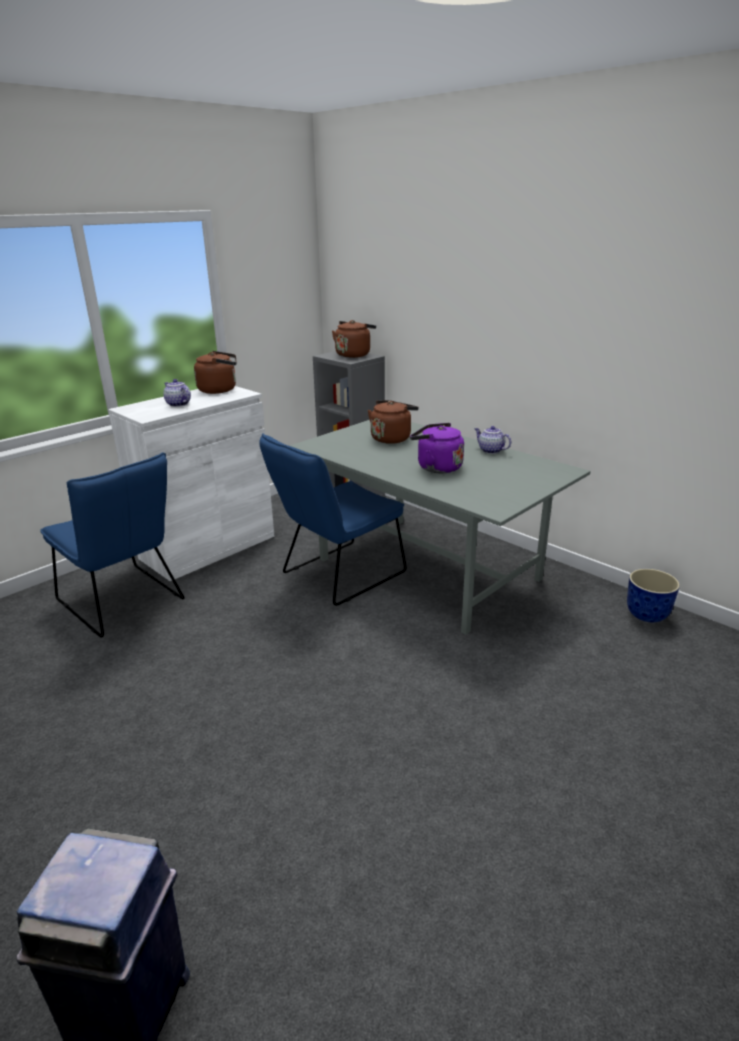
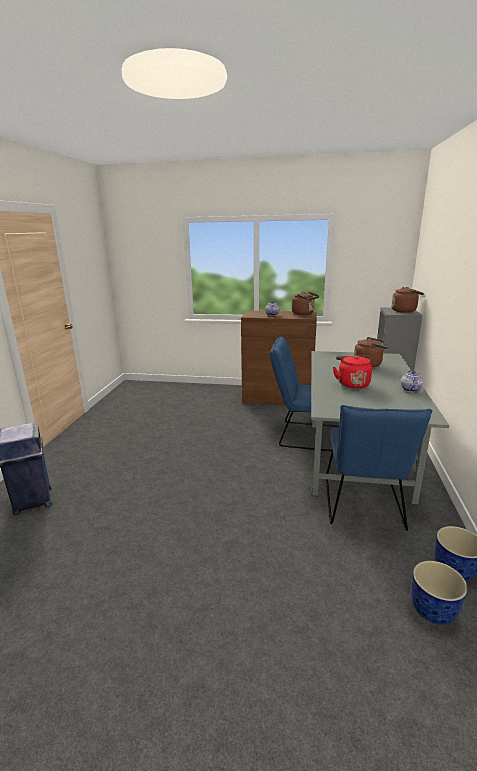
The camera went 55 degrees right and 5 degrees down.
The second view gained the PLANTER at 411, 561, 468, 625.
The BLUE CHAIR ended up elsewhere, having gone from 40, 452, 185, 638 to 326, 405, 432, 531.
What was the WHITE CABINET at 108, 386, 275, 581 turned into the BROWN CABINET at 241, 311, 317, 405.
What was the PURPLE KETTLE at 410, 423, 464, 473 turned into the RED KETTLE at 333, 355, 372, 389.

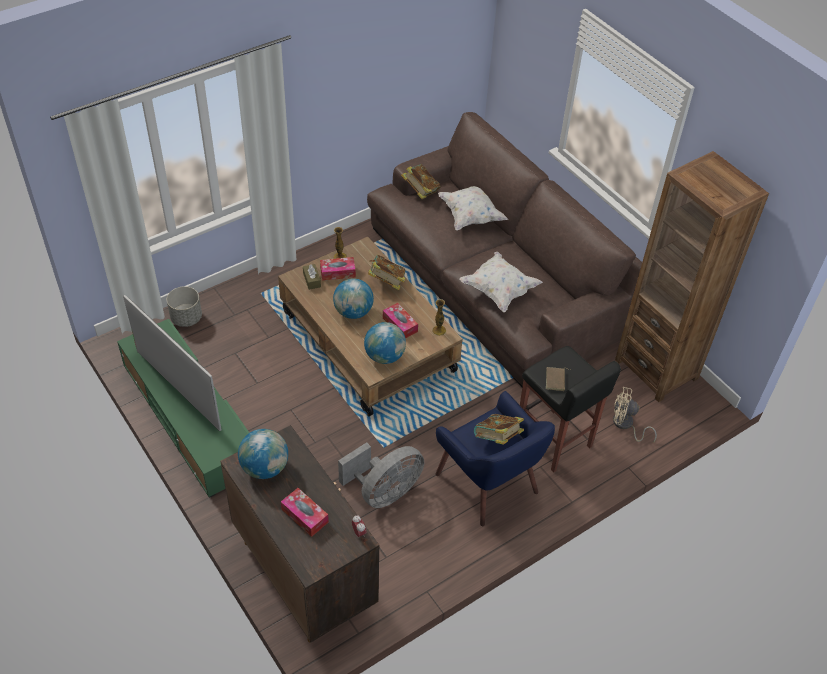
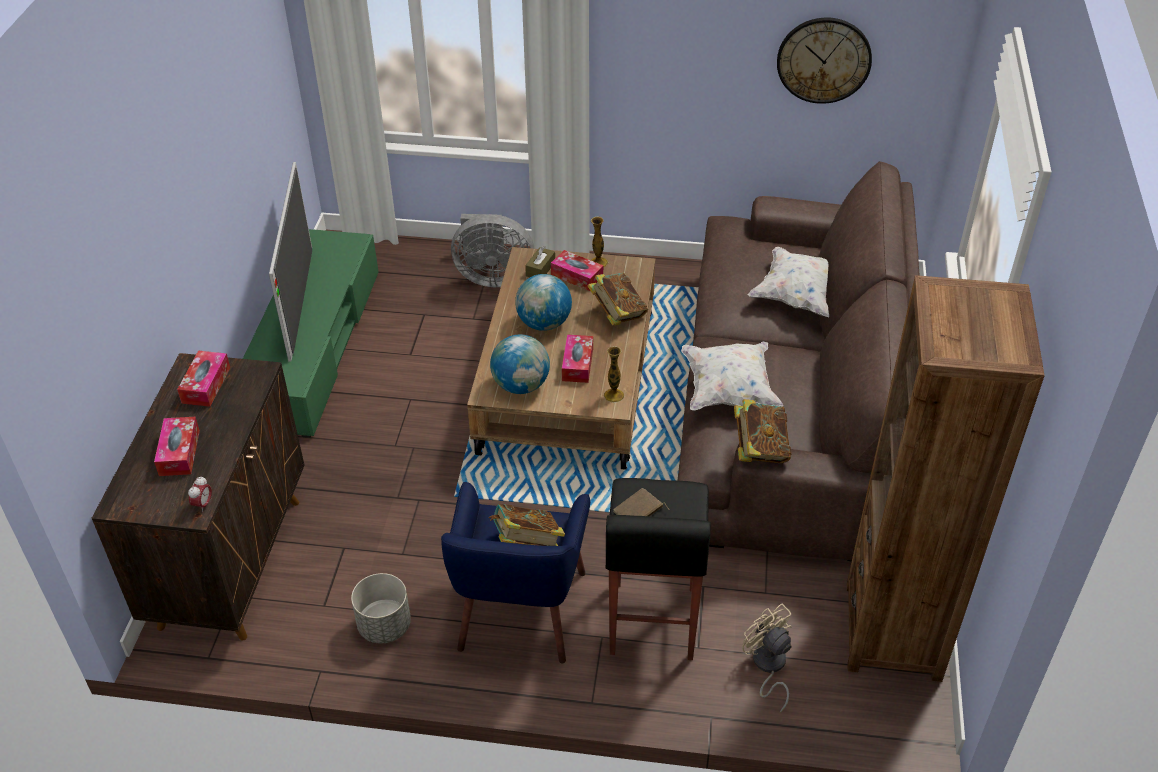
The camera went 45 degrees right and 5 degrees down.
The second view gained the WALL CLOCK at 777, 18, 872, 104.
The GREY PLANTER ended up elsewhere, having gone from 167, 286, 202, 327 to 351, 573, 411, 643.
The GREY FAN ended up elsewhere, having gone from 338, 442, 424, 508 to 451, 214, 535, 287.
The BOOK ended up elsewhere, having gone from 401, 164, 441, 199 to 734, 399, 791, 463.
Where the GLOBE stood at 238, 429, 288, 479, the TISSUE BOX came to stand at 177, 351, 230, 407.

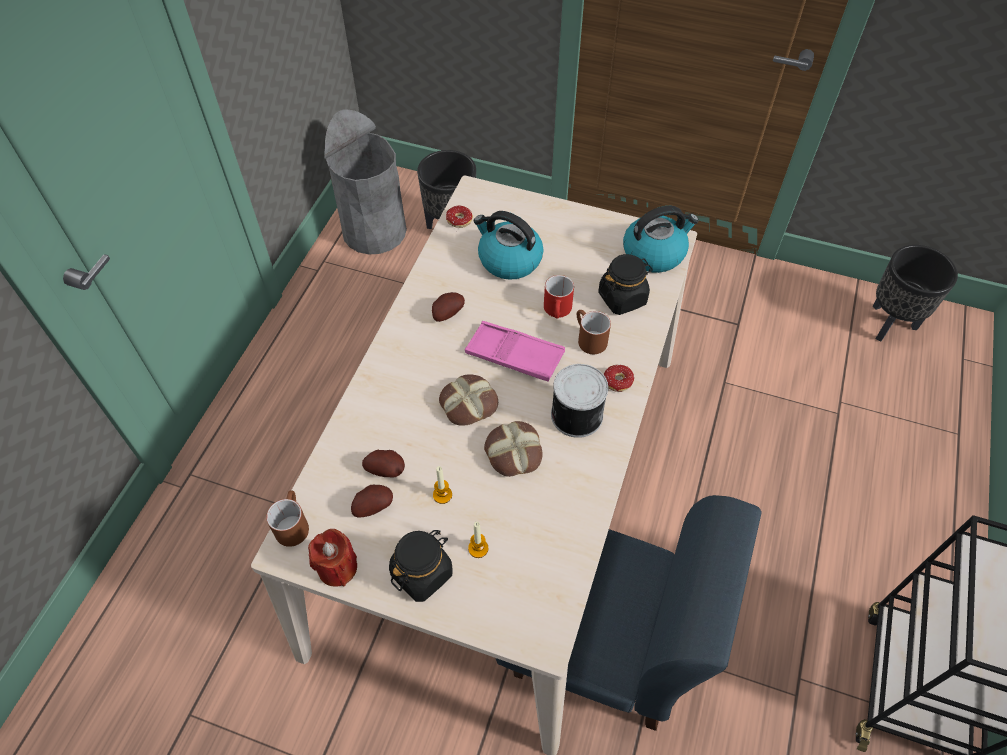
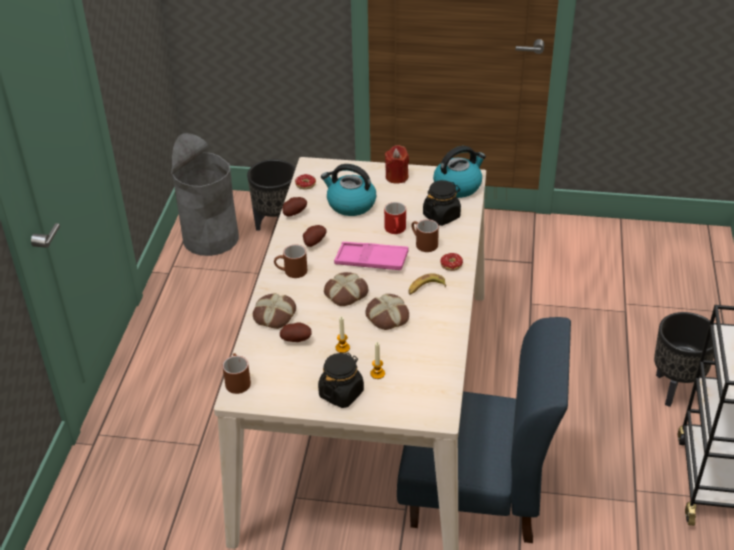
The camera went 10 degrees left and 15 degrees down.
The second view gained the BREAD at 253, 293, 296, 329.
The second view gained the BROWN MUG at 274, 244, 307, 278.
The RED CANDLE ended up elsewhere, having gone from 308, 529, 357, 587 to 385, 145, 409, 184.
The POTATO ended up elsewhere, having gone from 351, 485, 393, 518 to 282, 197, 307, 216.
The BLACK PLANTER ended up elsewhere, having gone from 873, 245, 958, 342 to 654, 312, 714, 407.
Where the CAN stood at 551, 364, 608, 438, the BANANA came to stand at 408, 273, 446, 295.

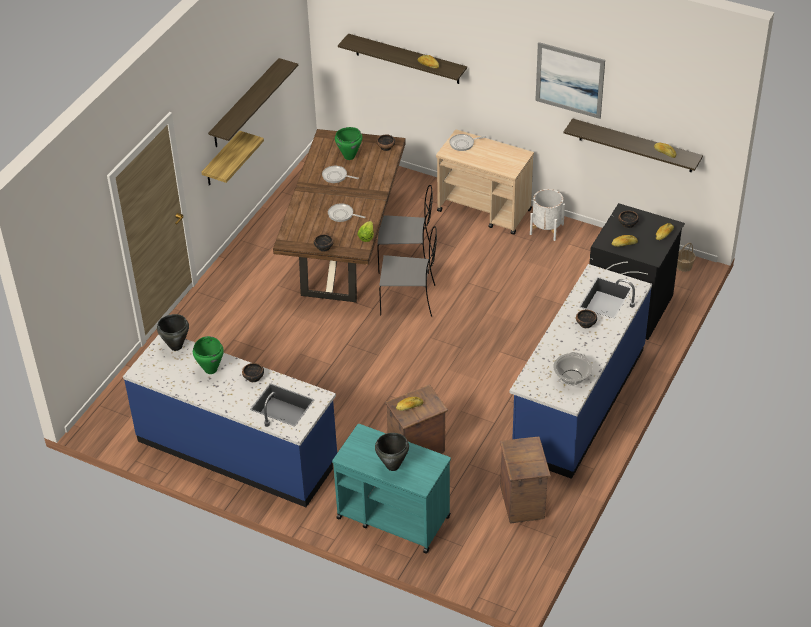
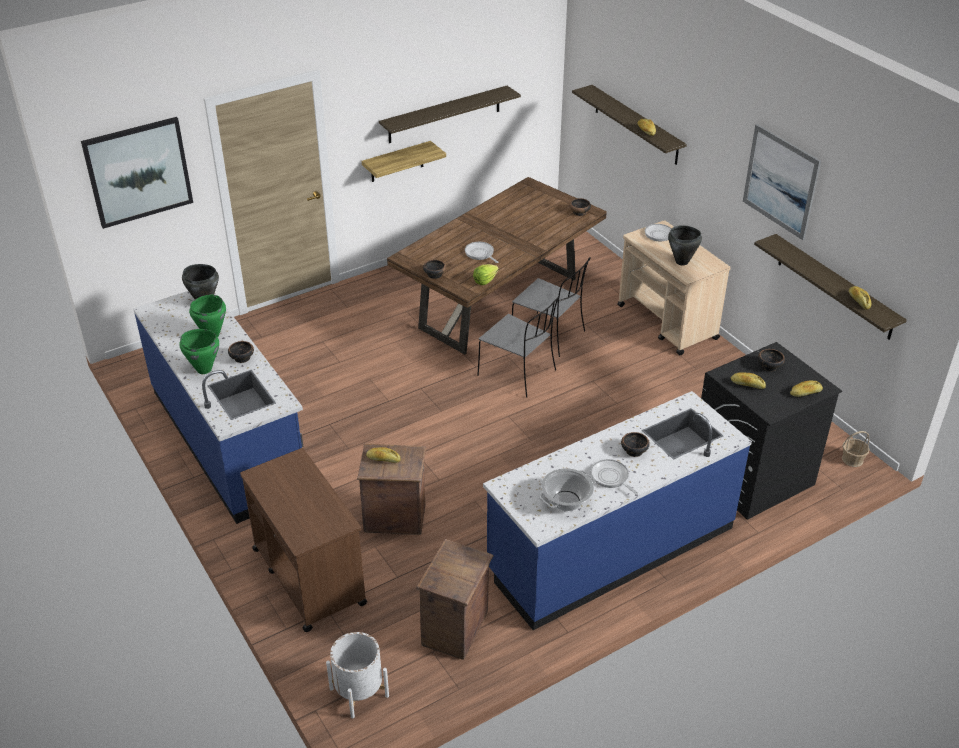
The camera went 30 degrees right and 5 degrees down.
The second view gained the PICTURE at 81, 117, 193, 229.
The FRYING PAN ended up elsewhere, having gone from 322, 166, 359, 183 to 591, 459, 638, 495.
The GREEN COOKING POT ended up elsewhere, having gone from 335, 127, 362, 160 to 179, 329, 219, 374.
The BLACK COOKING POT ended up elsewhere, having gone from 375, 433, 409, 471 to 668, 225, 702, 265.
The WHITE PLANTER ended up elsewhere, having gone from 530, 189, 565, 241 to 326, 632, 389, 718.
What was the TURQUOISE CART at 332, 424, 451, 553 turned into the BROWN CART at 240, 448, 367, 632.

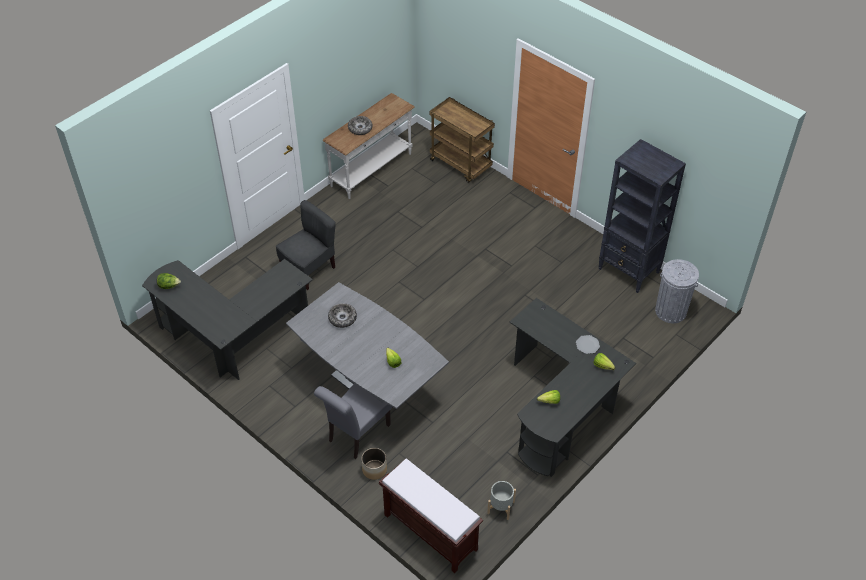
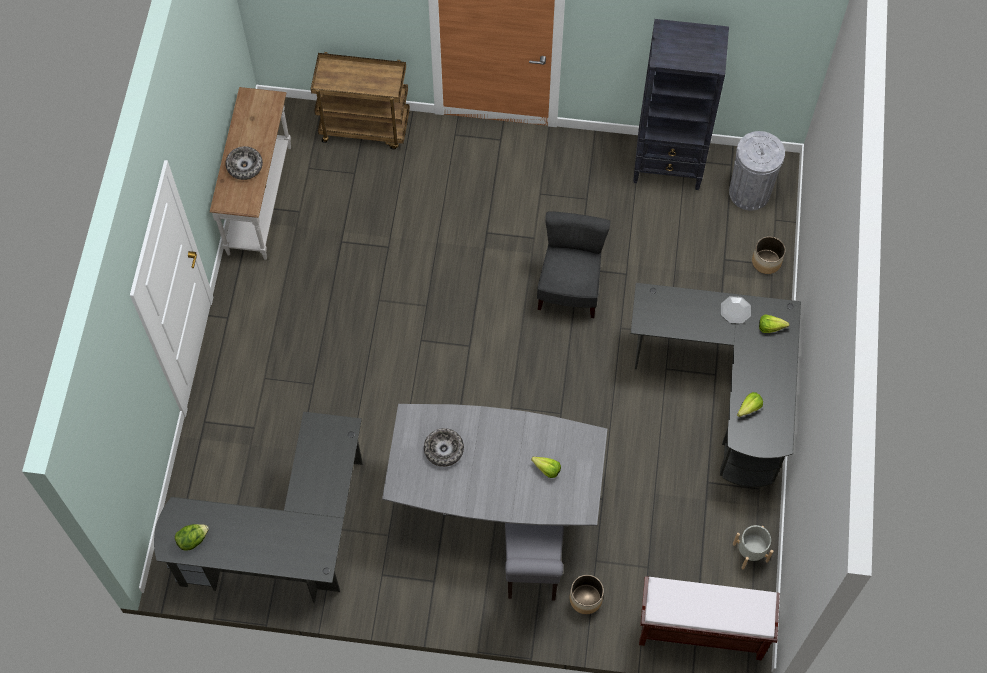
The camera went 35 degrees left and 15 degrees up.
The second view gained the PLANTER at 752, 236, 785, 274.
The GREY CHAIR ended up elsewhere, having gone from 276, 200, 336, 290 to 537, 211, 610, 318.

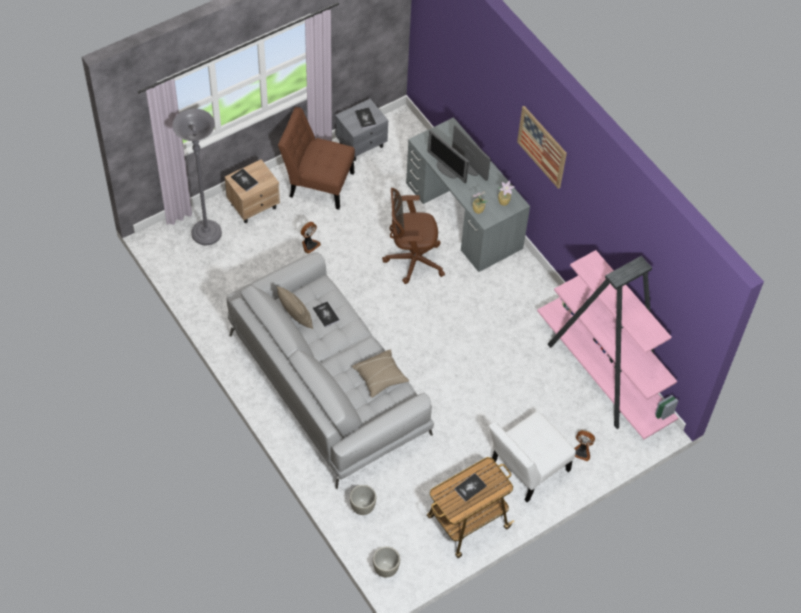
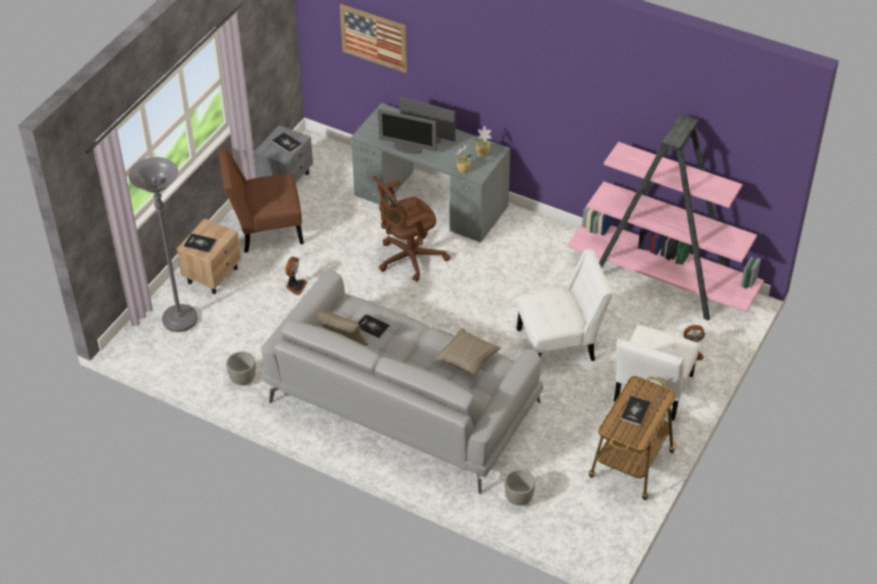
The camera went 25 degrees left and 10 degrees down.
The second view gained the WHITE CHAIR at 517, 249, 613, 361.
The GREY PLANTER ended up elsewhere, having gone from 373, 546, 400, 577 to 226, 351, 256, 385.
The PICTURE ended up elsewhere, having gone from 517, 106, 567, 189 to 340, 4, 407, 73.

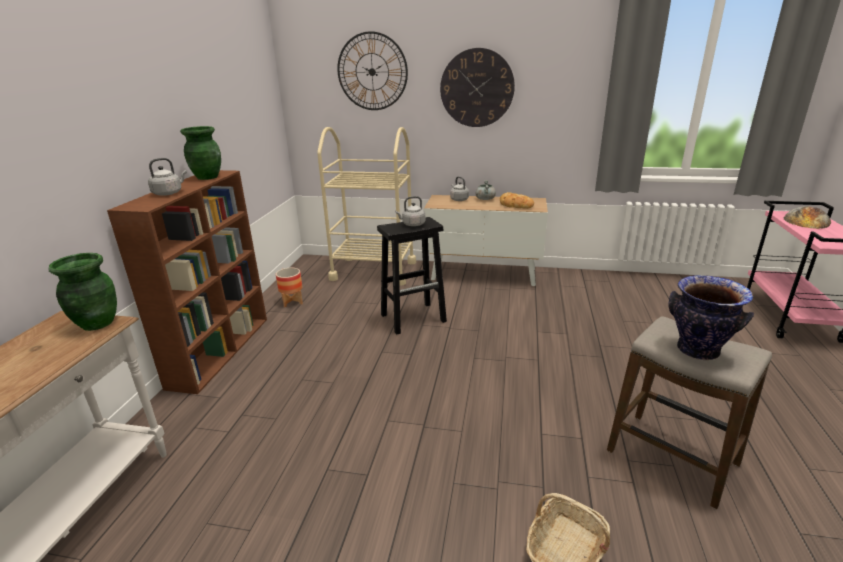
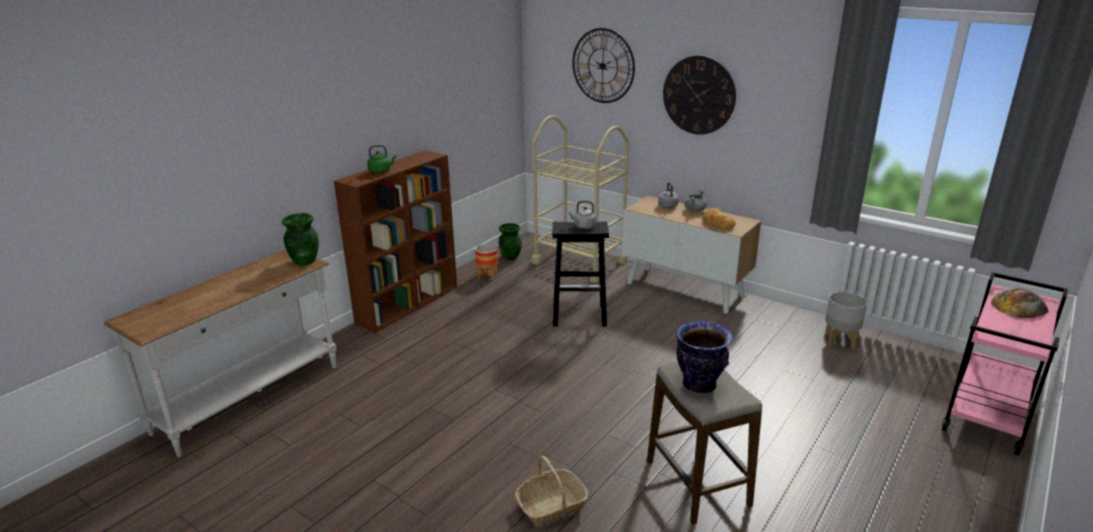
The camera went 25 degrees right and 0 degrees up.
The second view gained the GREY PLANTER at 825, 291, 867, 349.
The GREEN VASE ended up elsewhere, having gone from 180, 126, 221, 180 to 499, 223, 522, 260.
What was the GREY KETTLE at 148, 158, 187, 196 turned into the GREEN KETTLE at 367, 145, 396, 173.

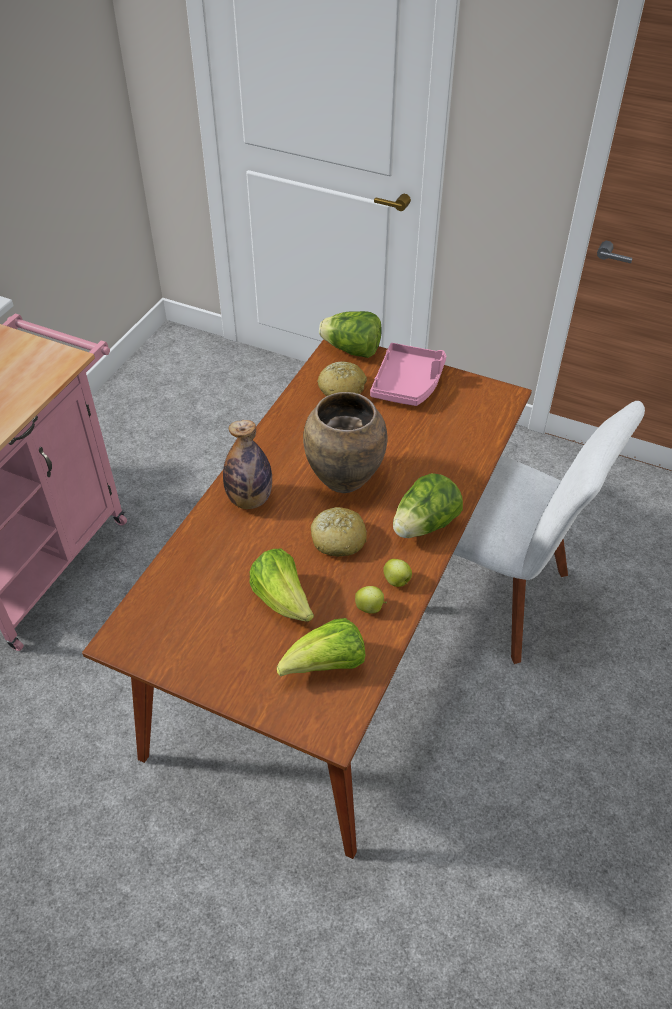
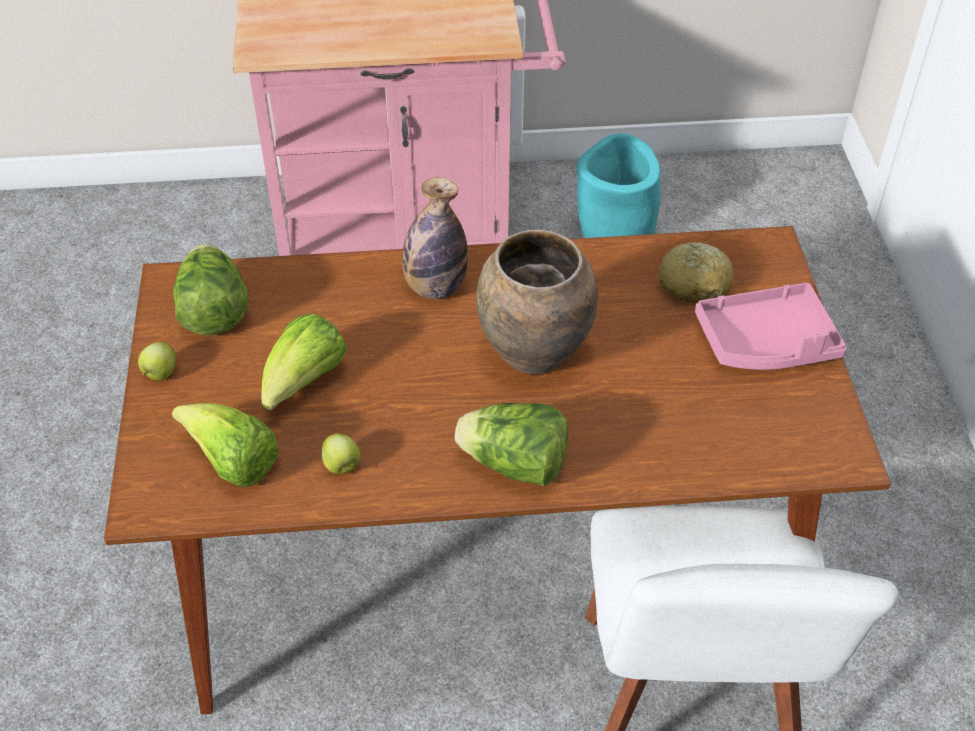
The camera went 60 degrees right and 0 degrees up.
The second view lost the BREAD at 311, 507, 367, 557.
The second view gained the TURQUOISE PLANTER at 577, 133, 661, 238.
The LETTUCE ended up elsewhere, having gone from 319, 311, 382, 358 to 173, 244, 249, 335.
The APPLE ended up elsewhere, having gone from 383, 559, 412, 587 to 138, 342, 176, 380.

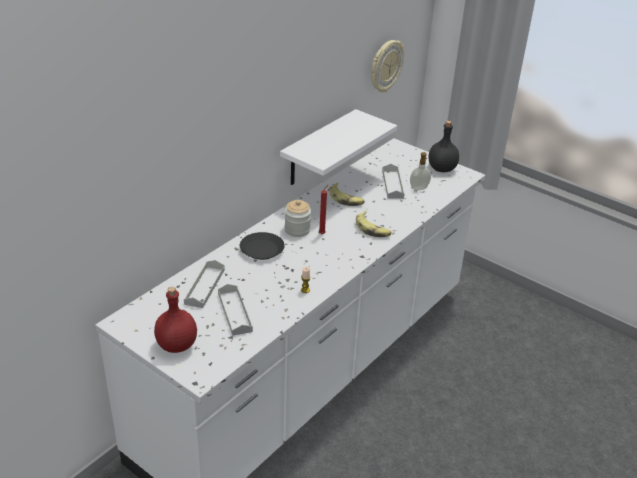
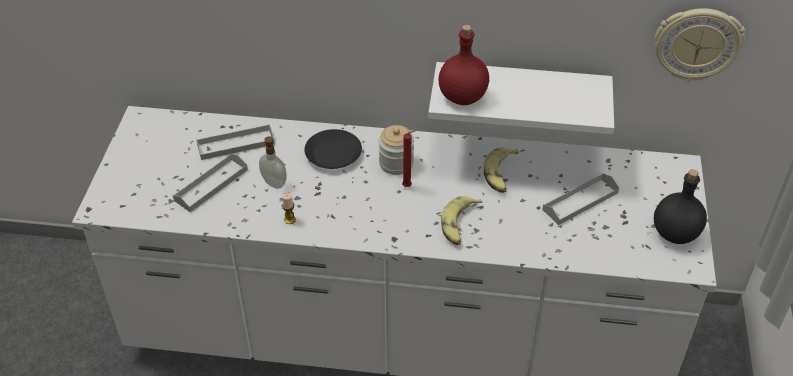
The camera went 60 degrees right and 10 degrees up.
The RED BOTTLE ended up elsewhere, having gone from 154, 287, 197, 353 to 438, 25, 489, 105.
The SOAP DISPENSER ended up elsewhere, having gone from 410, 152, 431, 190 to 259, 136, 287, 189.

